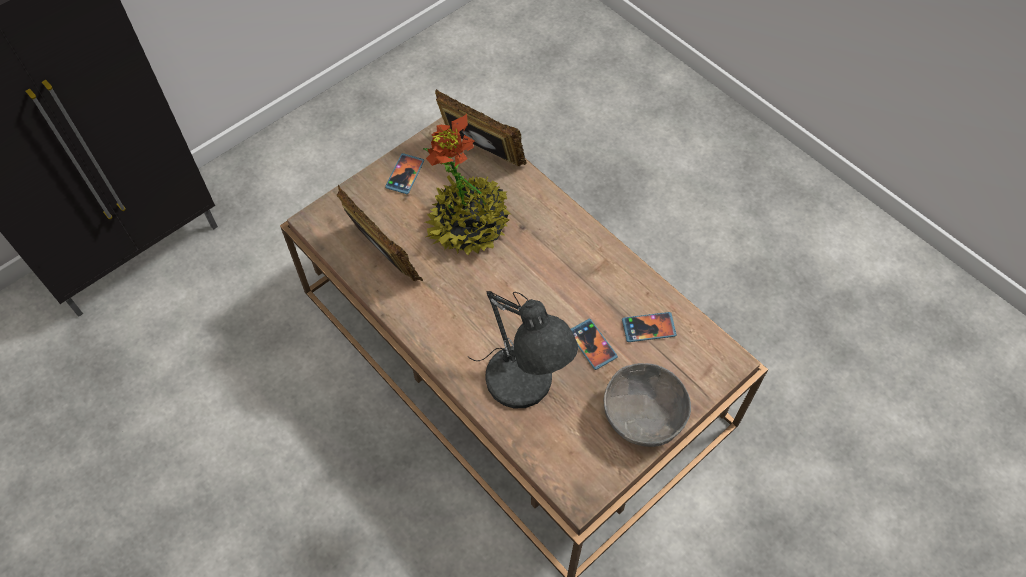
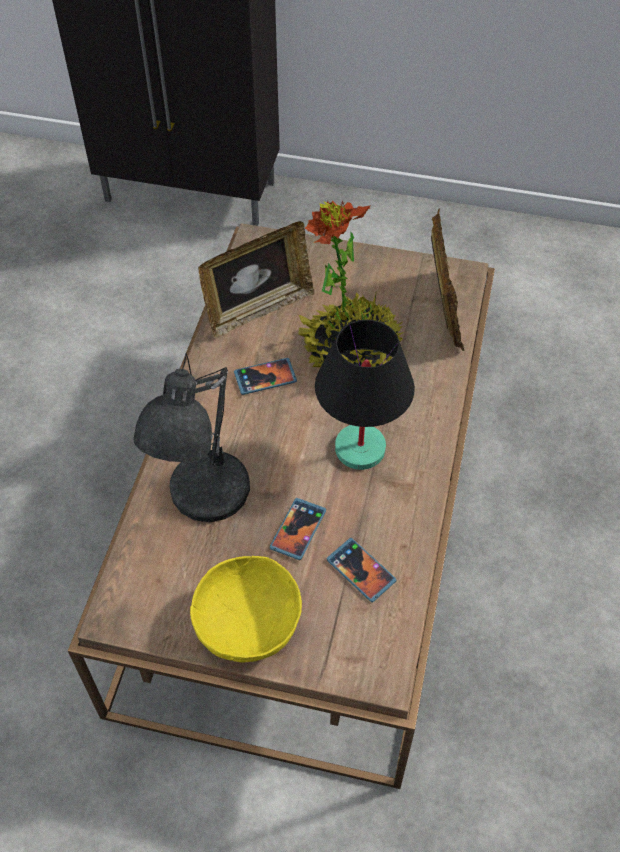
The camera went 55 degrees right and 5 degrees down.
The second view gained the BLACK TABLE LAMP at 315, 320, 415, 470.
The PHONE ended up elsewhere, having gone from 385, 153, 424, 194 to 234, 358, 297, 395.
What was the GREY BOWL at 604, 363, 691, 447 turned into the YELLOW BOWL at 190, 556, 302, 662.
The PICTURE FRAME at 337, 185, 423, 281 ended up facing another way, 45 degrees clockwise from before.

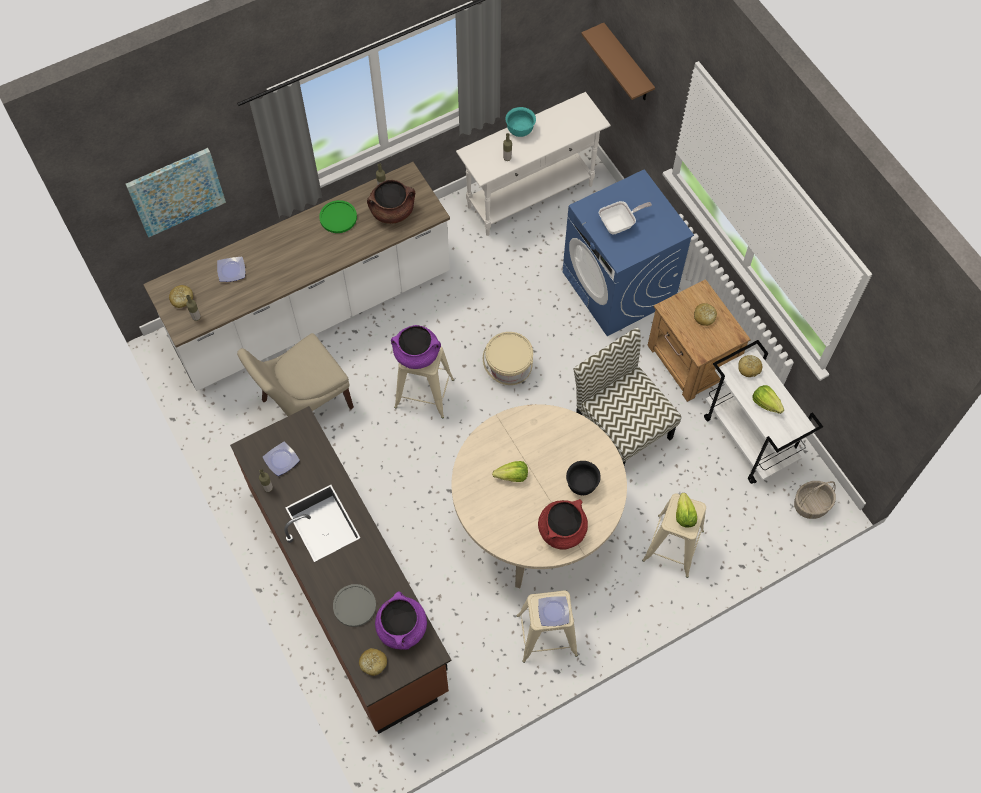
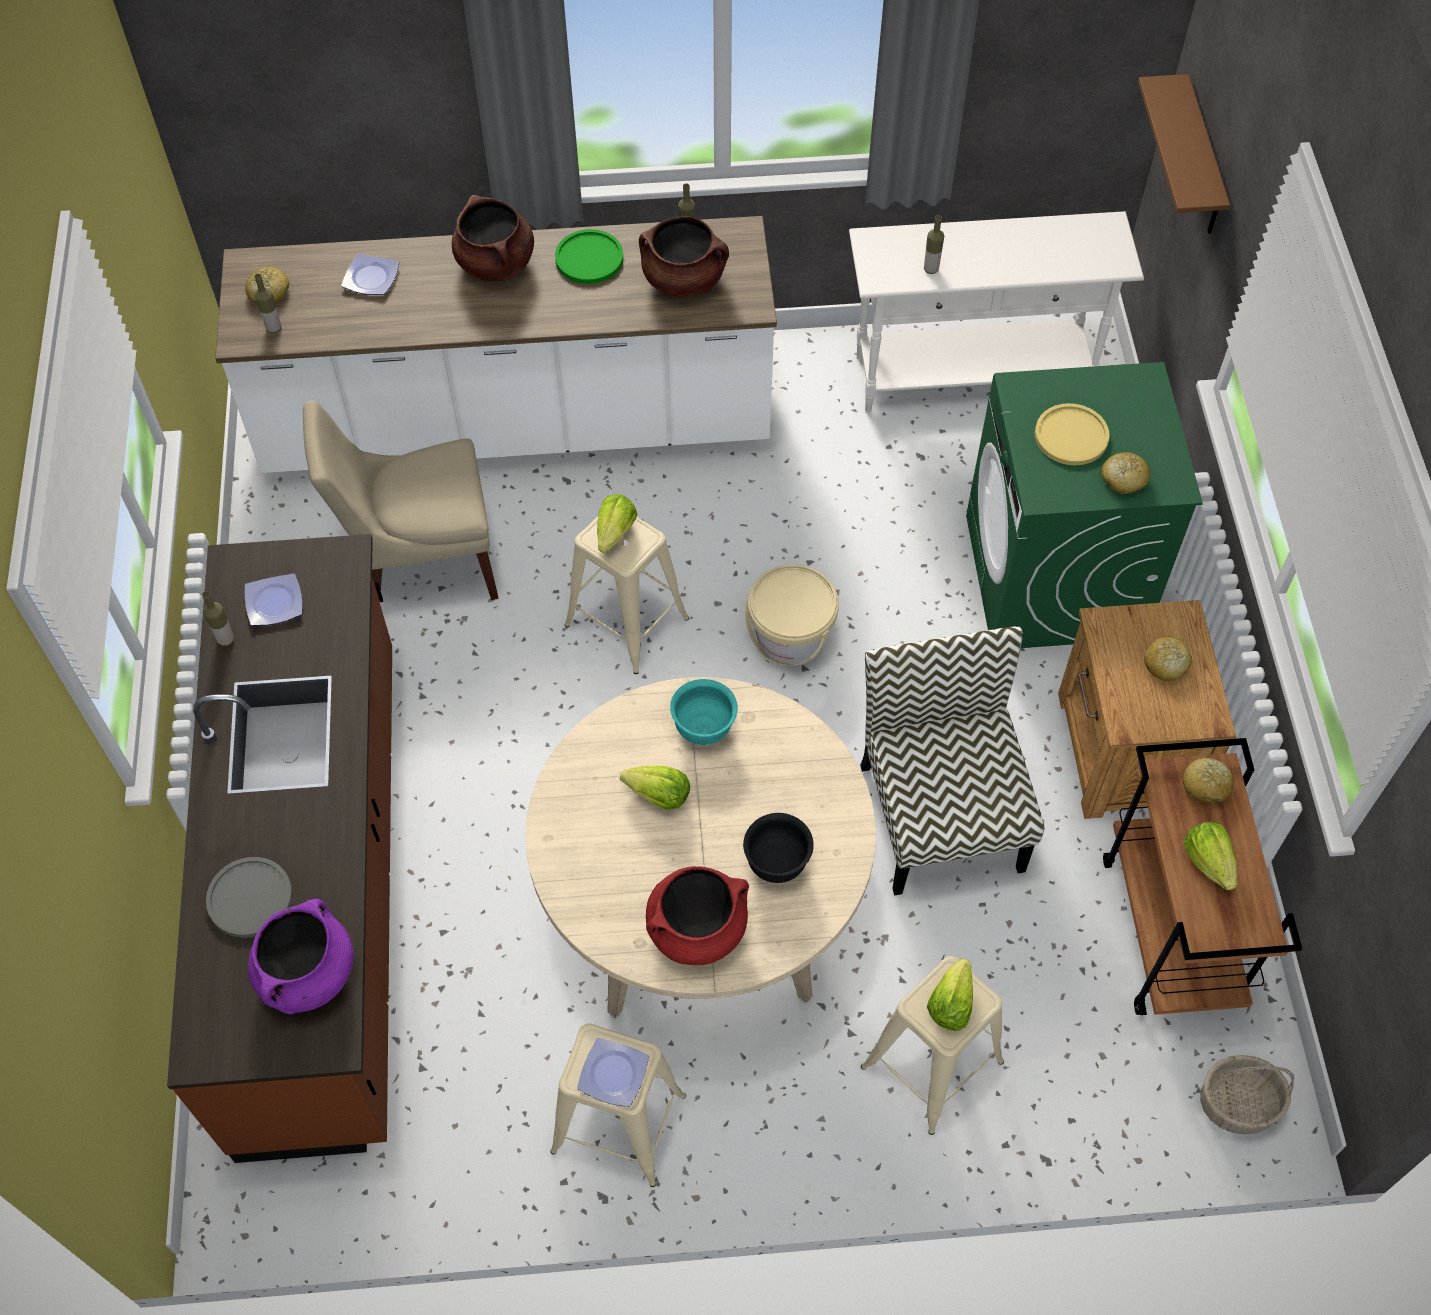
The camera went 25 degrees right and 5 degrees down.
The second view lost the PICTURE at 126, 148, 226, 237.
The second view gained the BROWN COOKING POT at 452, 195, 534, 281.
The BREAD ended up elsewhere, having gone from 359, 648, 387, 676 to 1101, 452, 1150, 494.
The TURQUOISE BOWL ended up elsewhere, having gone from 505, 107, 536, 137 to 670, 679, 738, 745.
Where the PURPLE COOKING POT stood at 391, 325, 441, 369, the LETTUCE came to stand at 597, 494, 637, 553.
Where the FRYING PAN stood at 599, 201, 652, 235, the YELLOW PLATE came to stand at 1035, 403, 1109, 465.
What was the BLUE WASHING MACHINE at 562, 169, 694, 336 turned into the GREEN WASHING MACHINE at 966, 362, 1203, 648.
What was the WHITE CART at 704, 340, 823, 484 turned into the BROWN CART at 1103, 738, 1302, 1015.

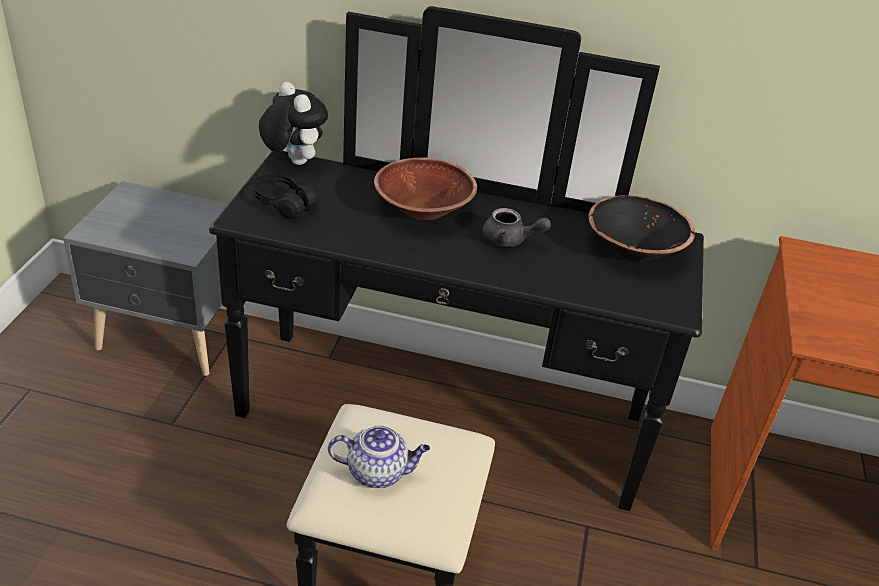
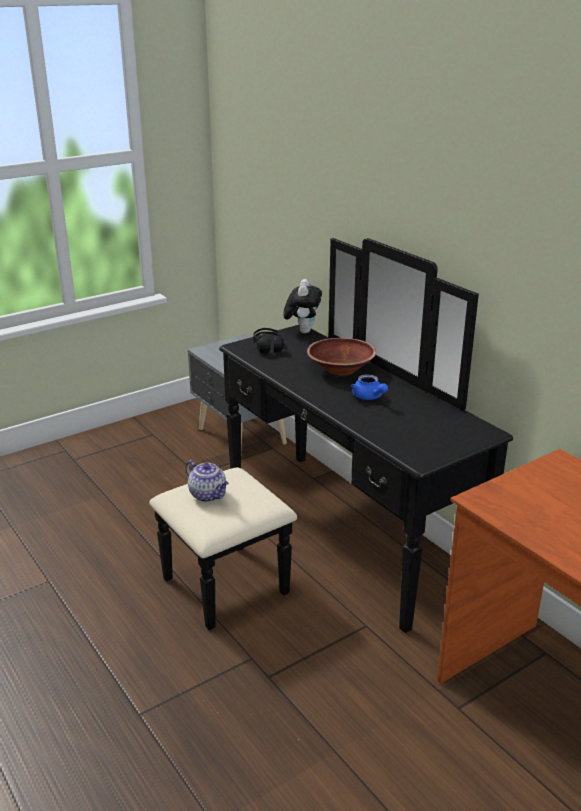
The camera went 45 degrees right and 10 degrees down.
The second view lost the BLACK BOWL at 588, 195, 695, 261.
What was the GREY TEAPOT at 482, 208, 551, 247 turned into the BLUE TEAPOT at 351, 374, 388, 400.

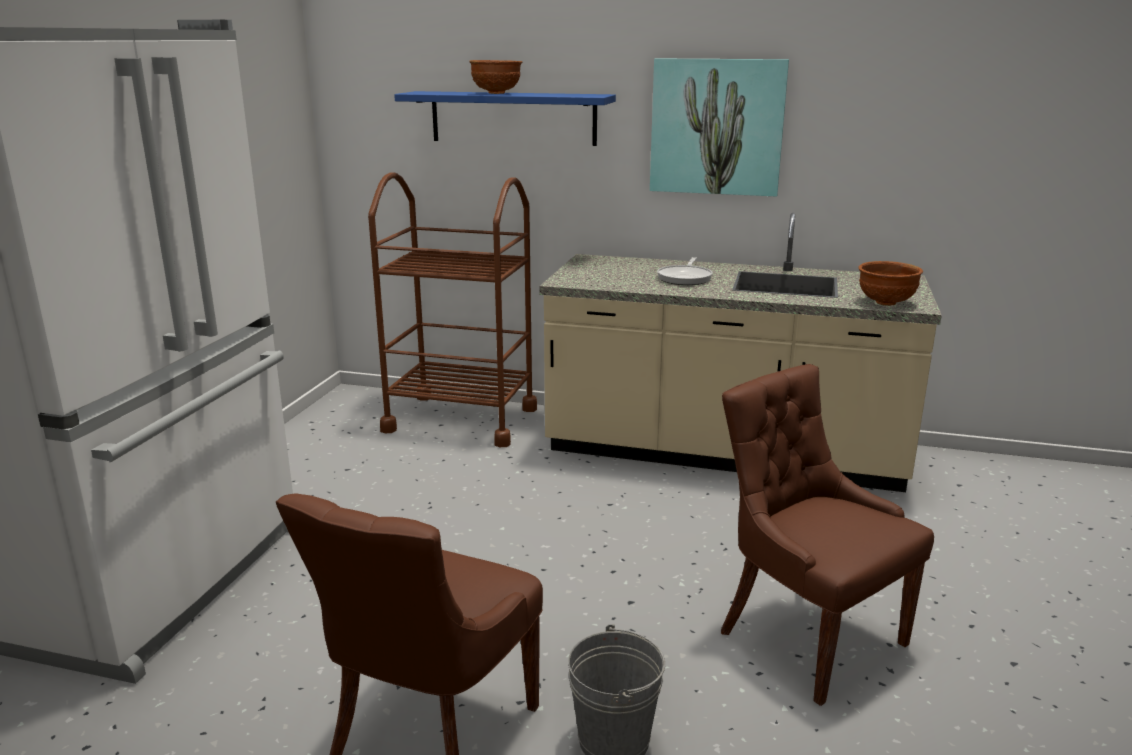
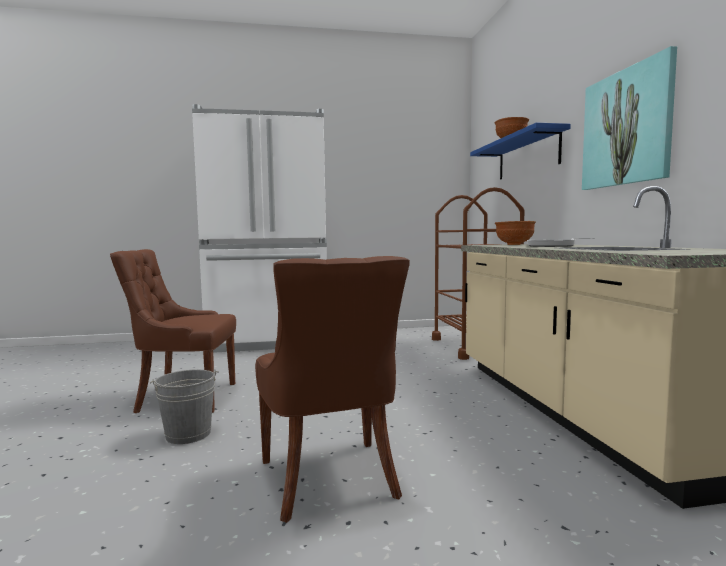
The camera went 65 degrees right and 15 degrees down.
The BROWN BOWL ended up elsewhere, having gone from 858, 261, 923, 306 to 495, 221, 536, 245.
The BROWN CHAIR at 721, 364, 934, 706 ended up facing another way, 135 degrees clockwise from before.

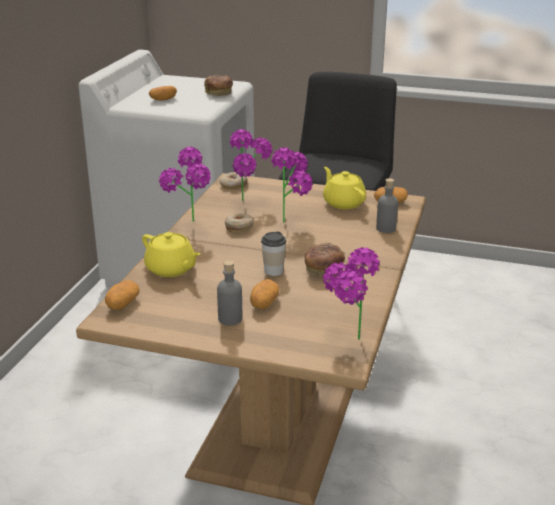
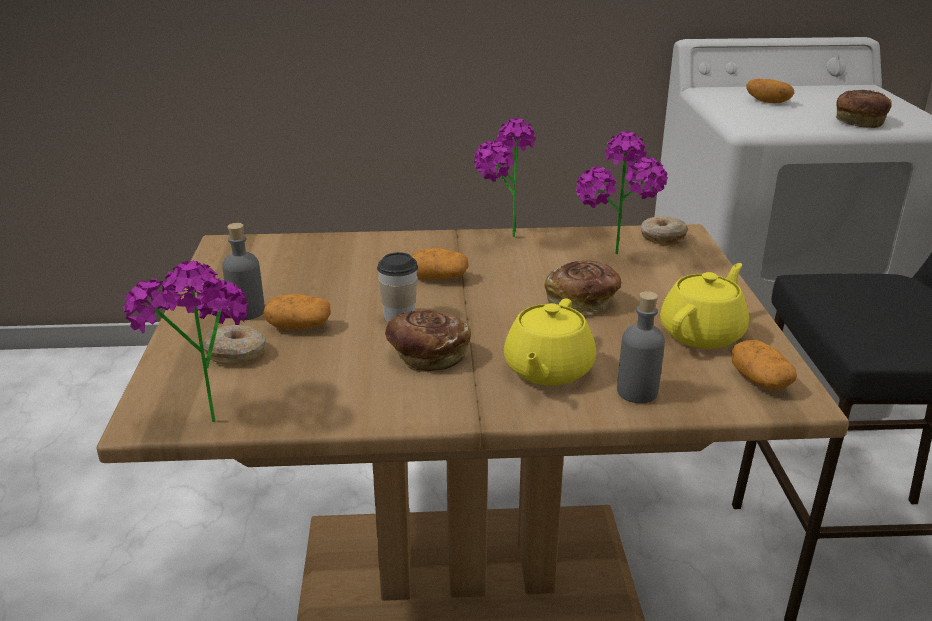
The camera went 70 degrees right and 0 degrees up.
The POTATO ended up elsewhere, having gone from 105, 280, 140, 310 to 412, 248, 469, 279.
The YELLOW TEAPOT ended up elsewhere, having gone from 142, 232, 200, 277 to 504, 299, 596, 386.
The DONUT ended up elsewhere, having gone from 225, 213, 254, 234 to 203, 325, 266, 365.
Where the POTTED PLANT stood at 271, 147, 313, 223, the BREAD came to stand at 544, 260, 621, 315.

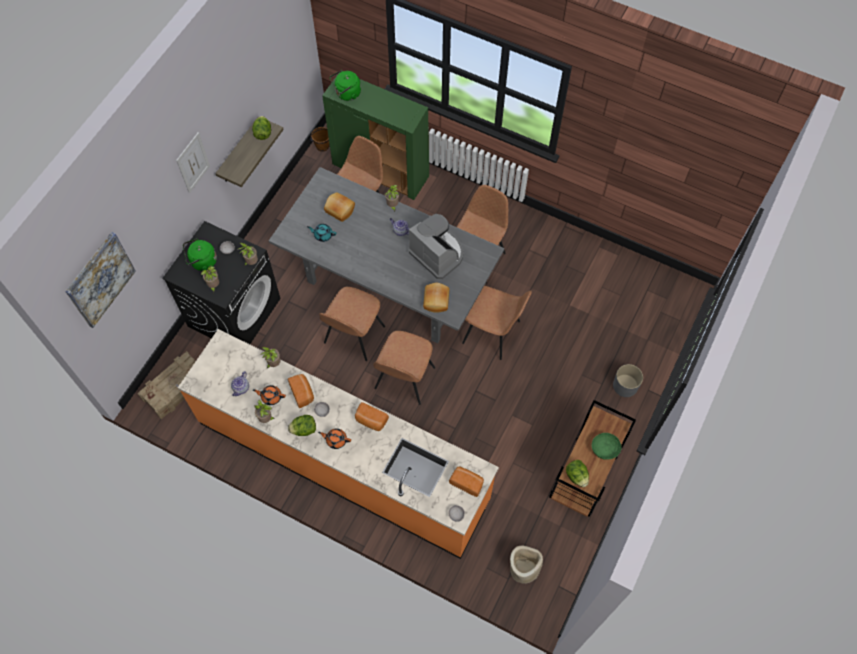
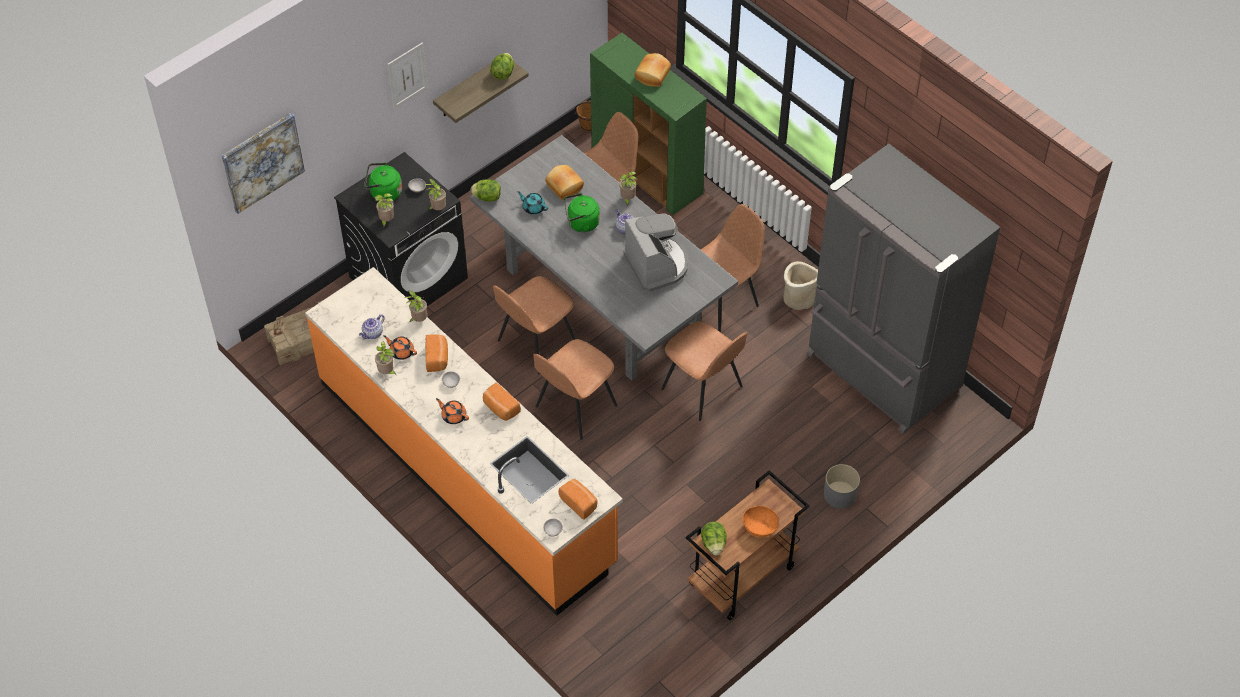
The camera went 20 degrees right and 10 degrees down.
The second view gained the GREY FRIDGE at 807, 144, 1000, 434.
The LETTUCE ended up elsewhere, having gone from 288, 415, 316, 436 to 471, 179, 501, 202.
The GREEN KETTLE ended up elsewhere, having gone from 330, 70, 361, 101 to 564, 193, 600, 232.
The BREAD ended up elsewhere, having gone from 423, 283, 449, 313 to 635, 53, 671, 87.
The BEIGE PLANTER ended up elsewhere, having gone from 510, 546, 543, 584 to 783, 261, 818, 310.
What was the GREEN BOWL at 592, 433, 622, 460 turned into the ORANGE BOWL at 743, 506, 779, 537.

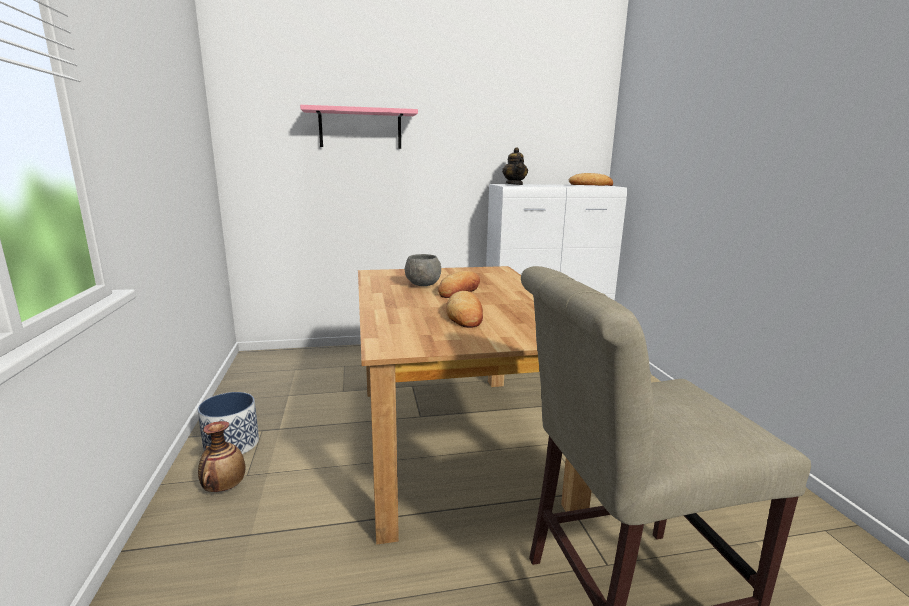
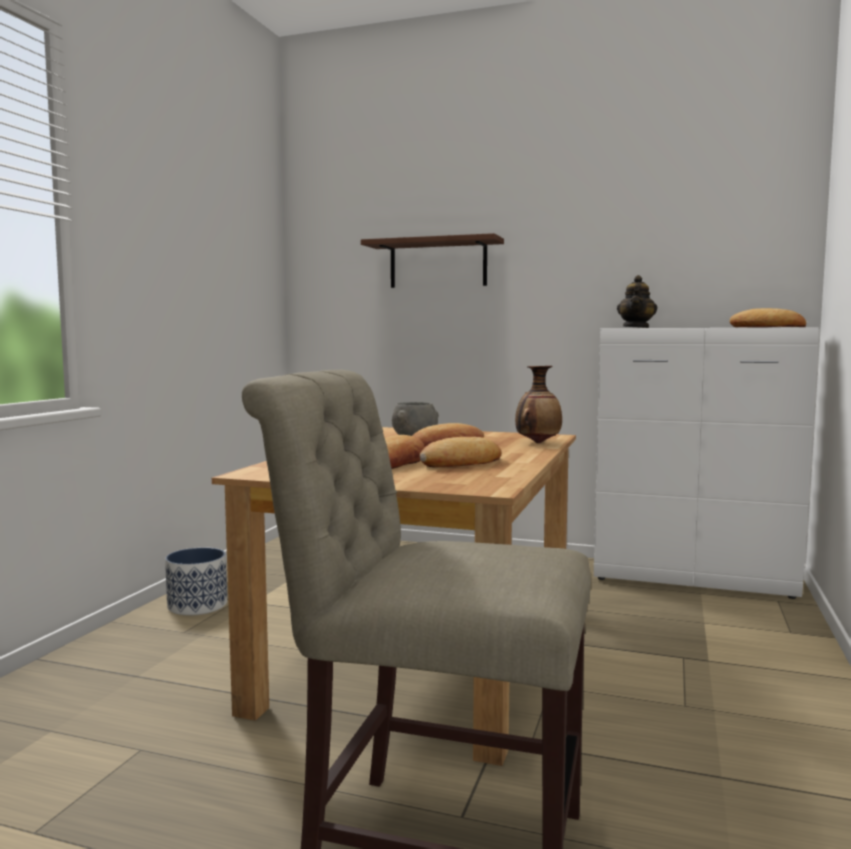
The camera went 30 degrees right and 10 degrees down.
The second view gained the BREAD at 419, 437, 501, 467.
The VASE ended up elsewhere, having gone from 198, 421, 246, 492 to 515, 366, 562, 443.
What was the PINK SHELF at 300, 105, 418, 149 turned into the BROWN SHELF at 361, 233, 504, 288.

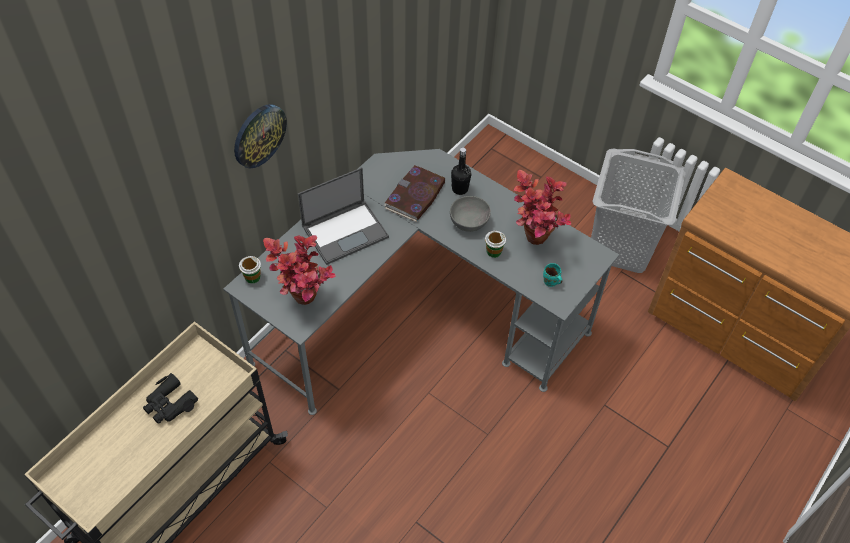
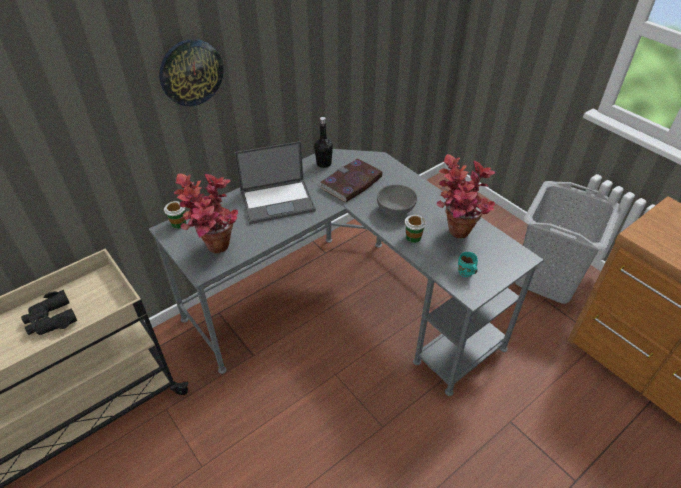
The camera went 15 degrees right and 10 degrees down.
The BLACK BOTTLE ended up elsewhere, having gone from 451, 148, 471, 195 to 314, 117, 333, 168.

